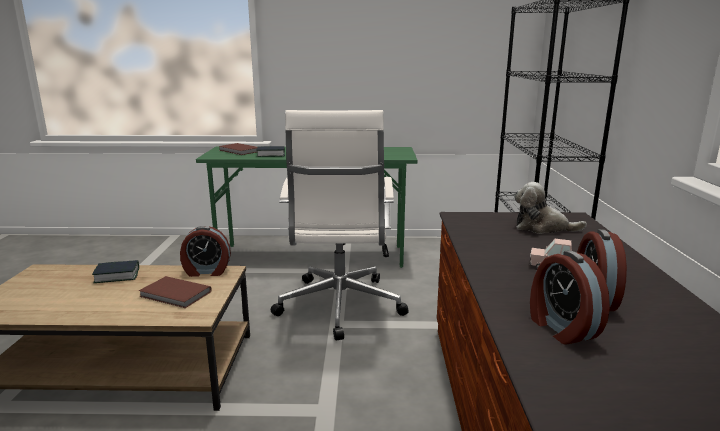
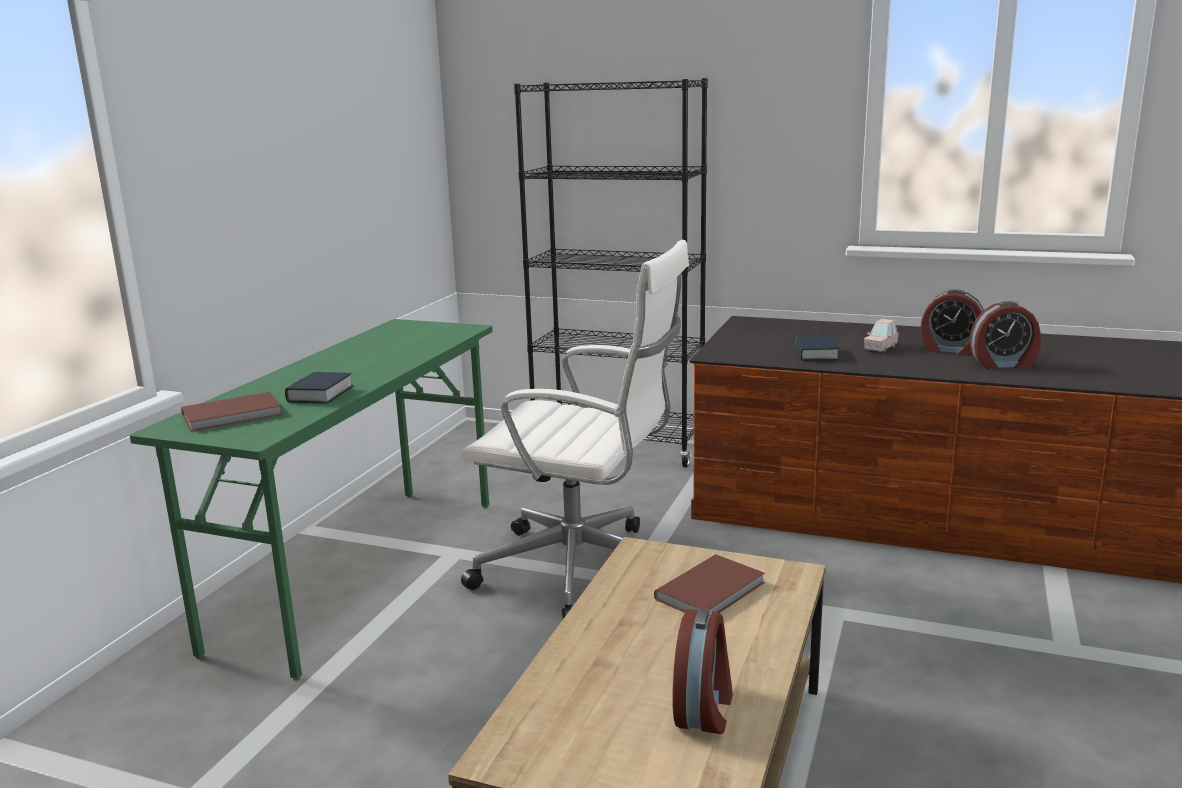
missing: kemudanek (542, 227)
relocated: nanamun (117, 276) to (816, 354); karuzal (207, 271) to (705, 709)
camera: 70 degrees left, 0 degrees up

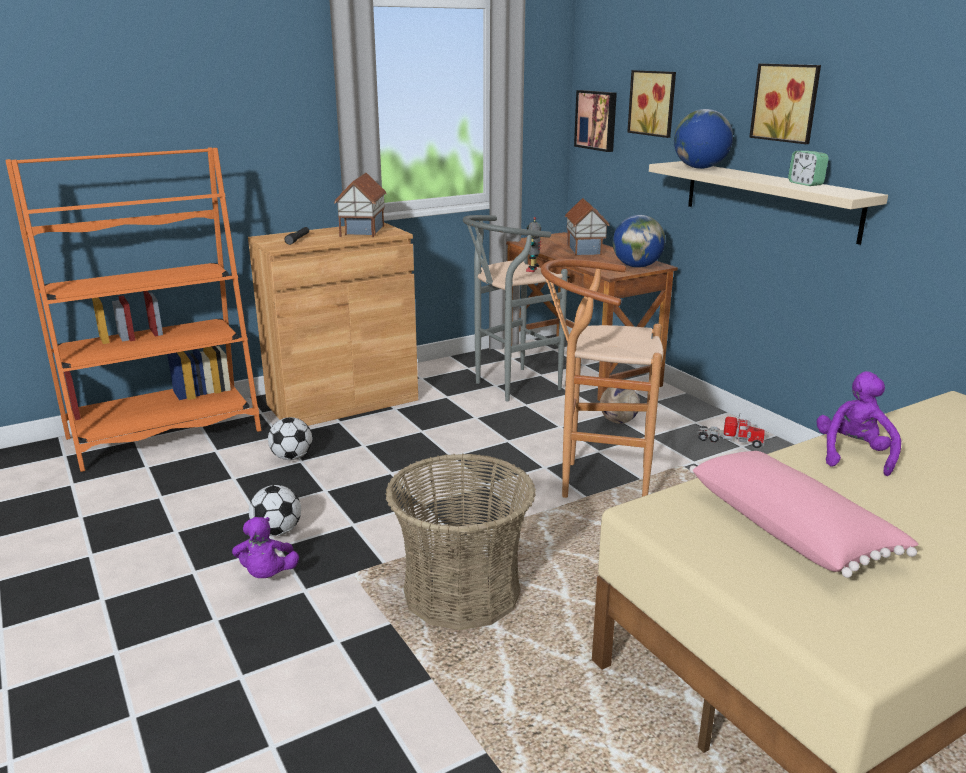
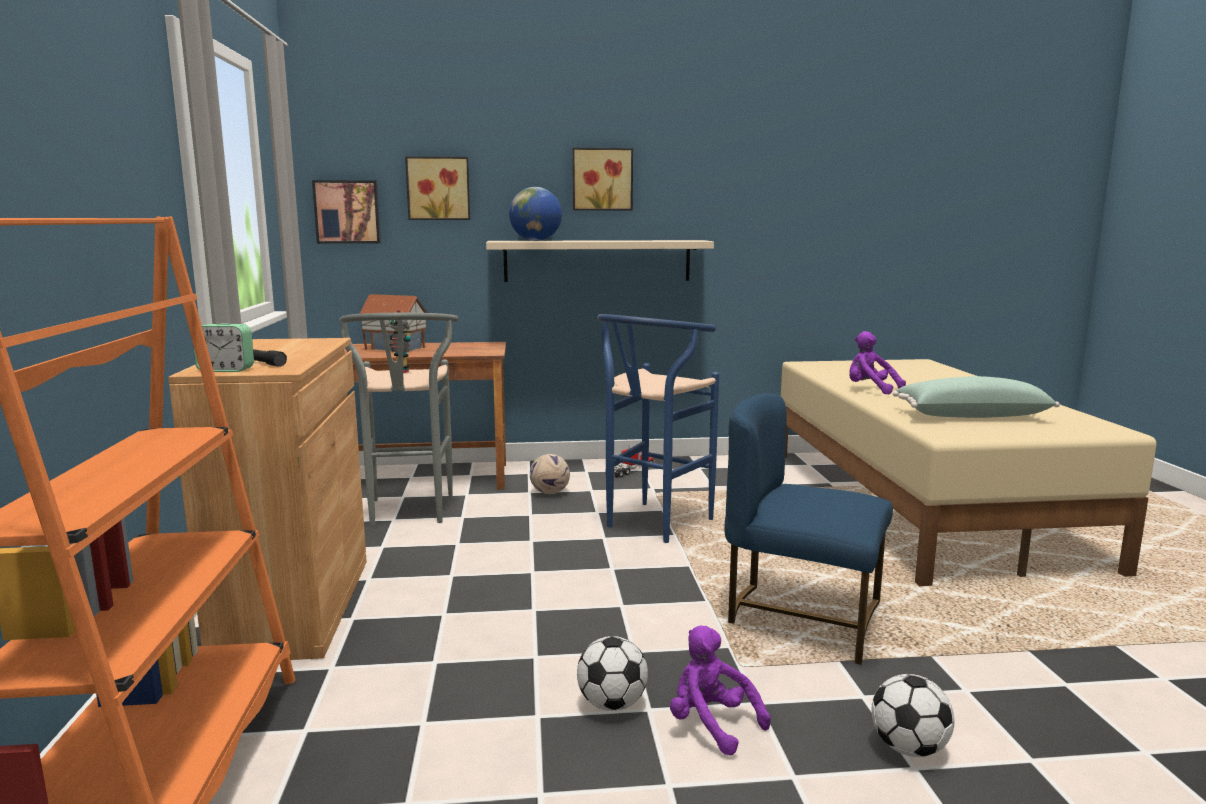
missing: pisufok (361, 231); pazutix (636, 266)
relocated: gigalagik (292, 457) to (908, 748); karuzal (805, 184) to (226, 370)
exchanged: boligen (462, 592) to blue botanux (802, 617)
colour: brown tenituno (595, 482) to blue tenituno (652, 526); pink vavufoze (791, 529) to green vavufoze (970, 415)
spun: purple kemudanek (267, 575) = (711, 724) 150 degrees counterclockwise
camera: 65 degrees left, 10 degrees down

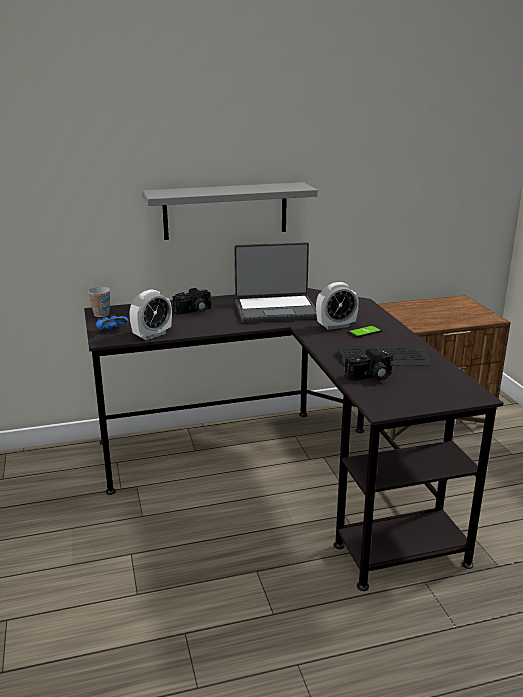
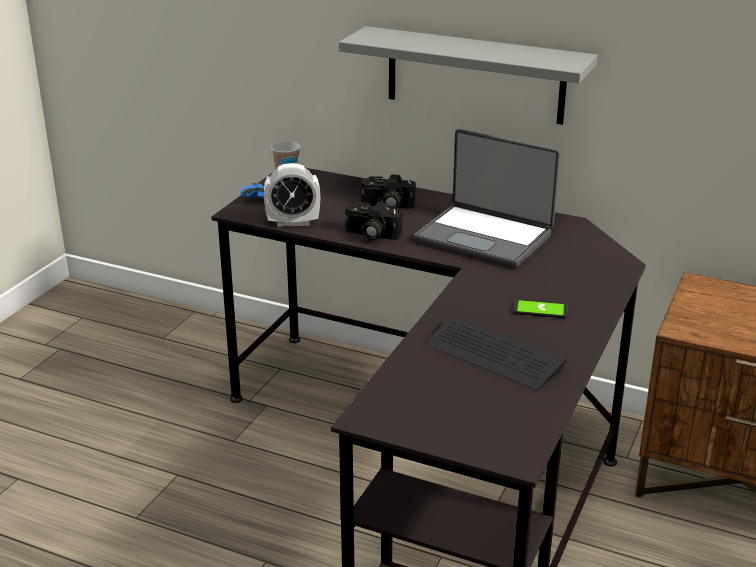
missing: karuzal (336, 326)
relocated: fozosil (370, 377) to (370, 235)
camera: 40 degrees right, 5 degrees up

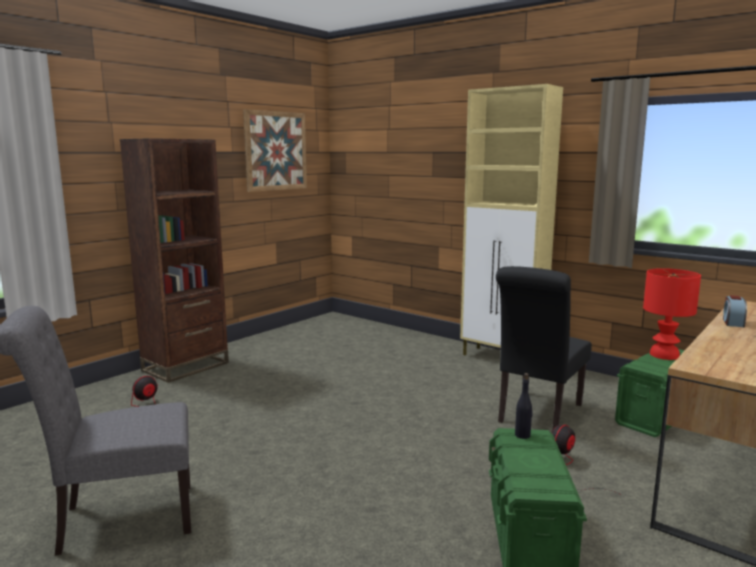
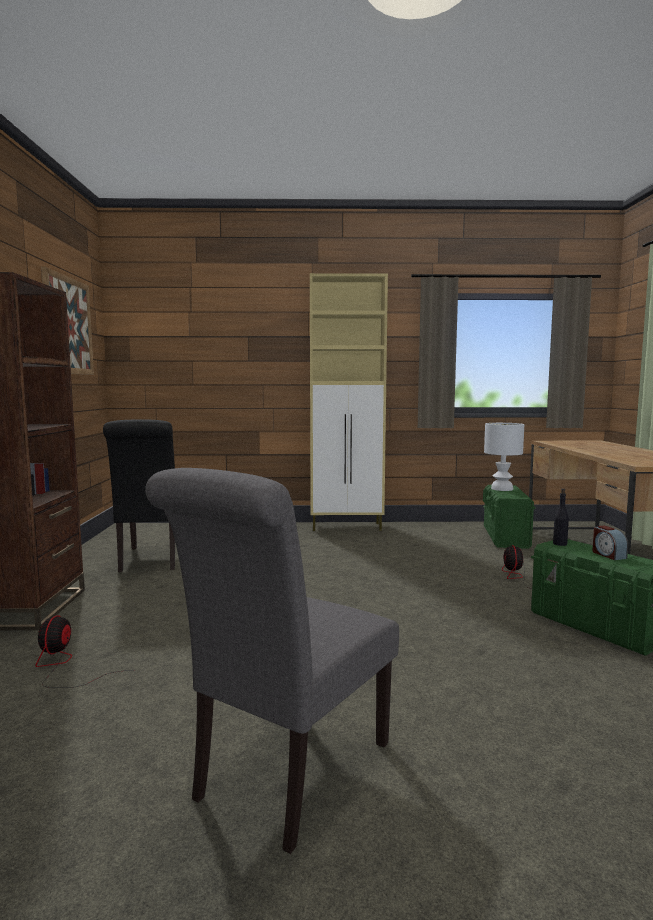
relocated: black botanux (537, 415) to (152, 560); karuzal (732, 322) to (608, 555)
colour: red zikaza (663, 355) to white zikaza (501, 489)
camera: 40 degrees left, 5 degrees down

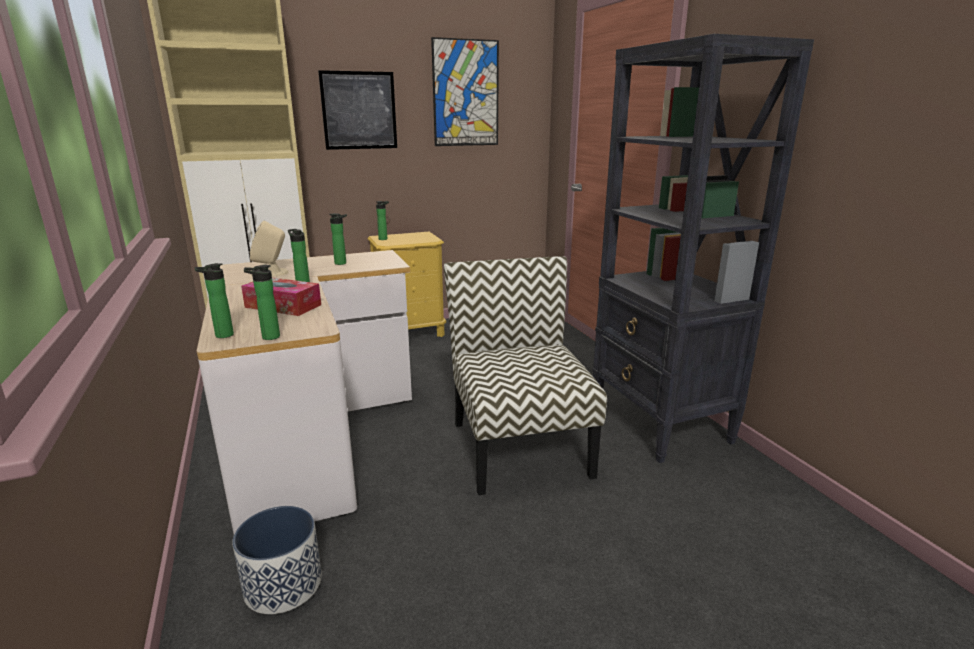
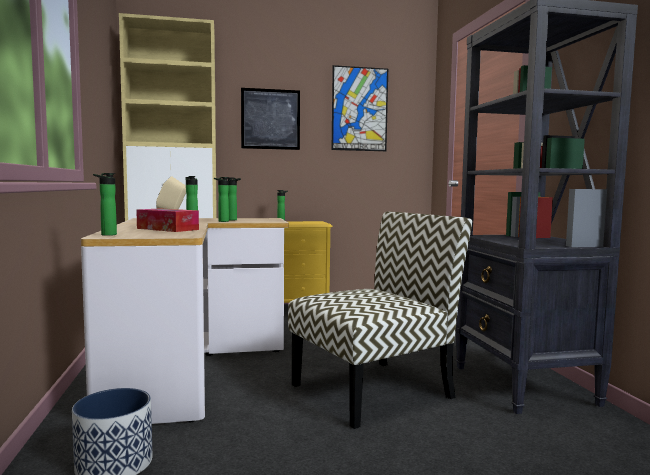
relocated: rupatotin (268, 337) to (221, 221)
spun: botanux (518, 447) = (373, 390) 60 degrees clockwise
camera: 10 degrees right, 15 degrees down

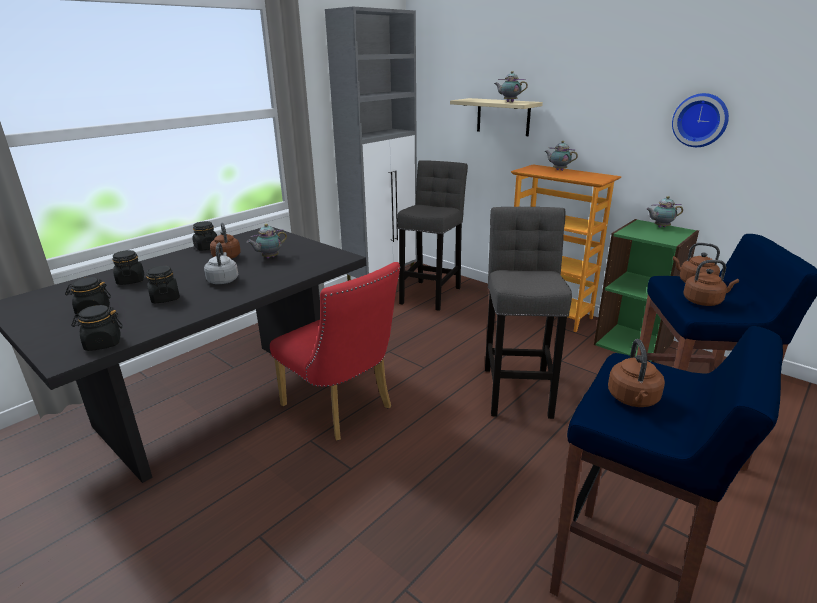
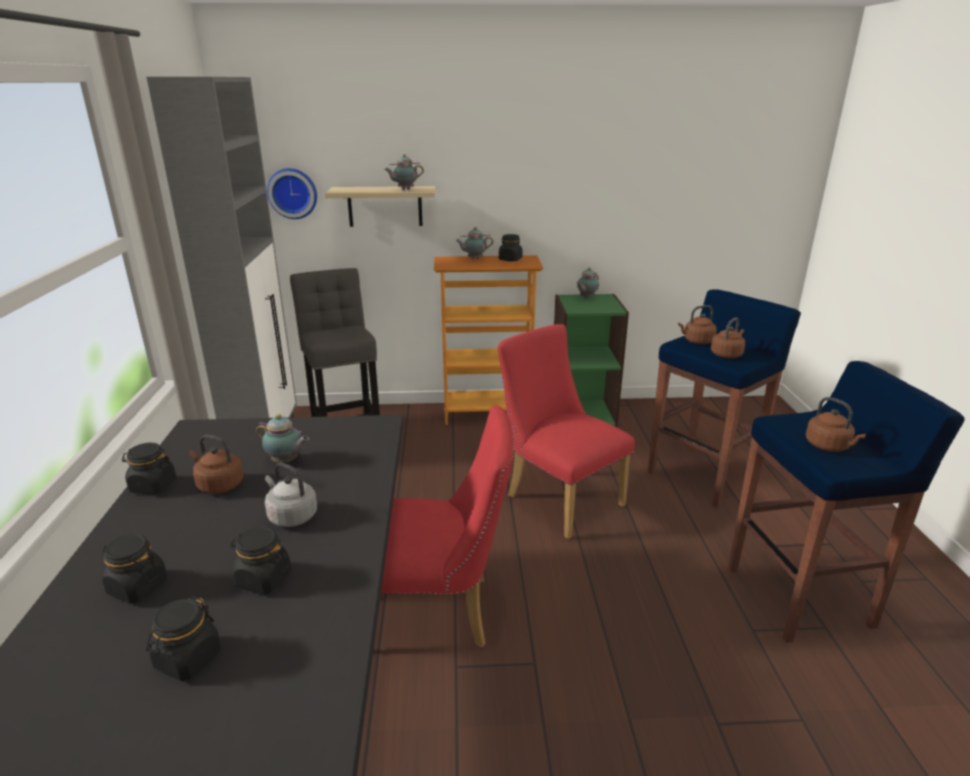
relocated: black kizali (103, 343) to (510, 259); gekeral (700, 120) to (293, 193)
exchanged: grey tenituno (518, 388) to red botanux (558, 497)
spun: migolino (269, 257) = (286, 461) 75 degrees counterclockwise
camera: 45 degrees left, 0 degrees up

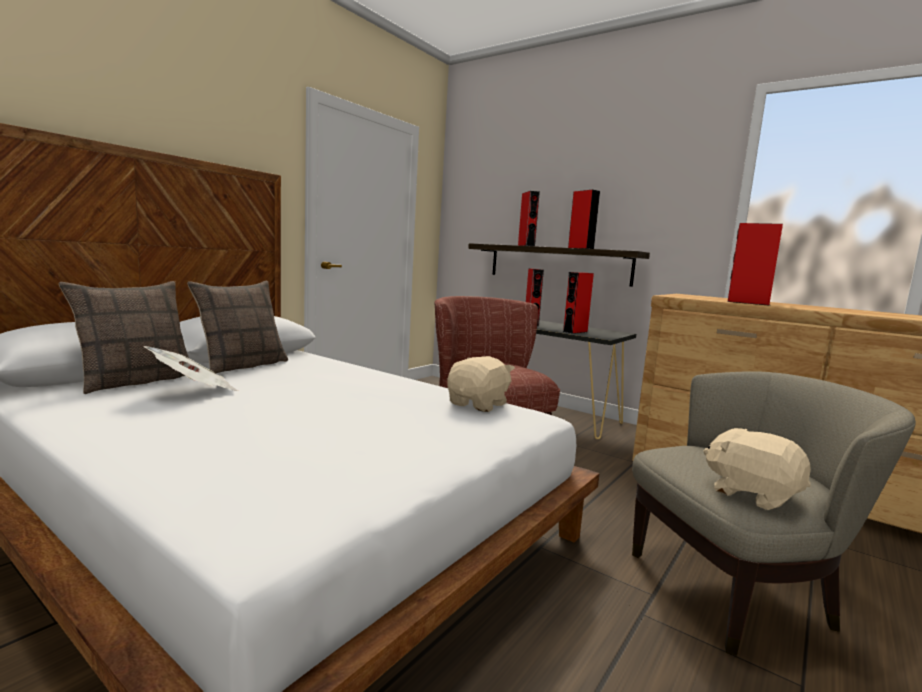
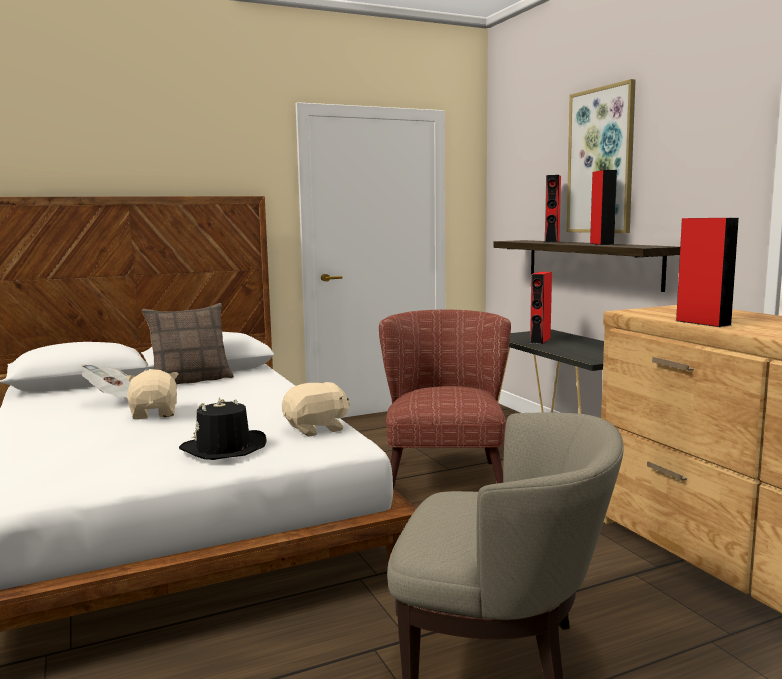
missing: vavufoze (136, 381); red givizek (575, 332)
appeared: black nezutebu (223, 448); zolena (601, 161)
relocated: beige kemudanek (751, 494) to (155, 414)
camera: 30 degrees right, 0 degrees up

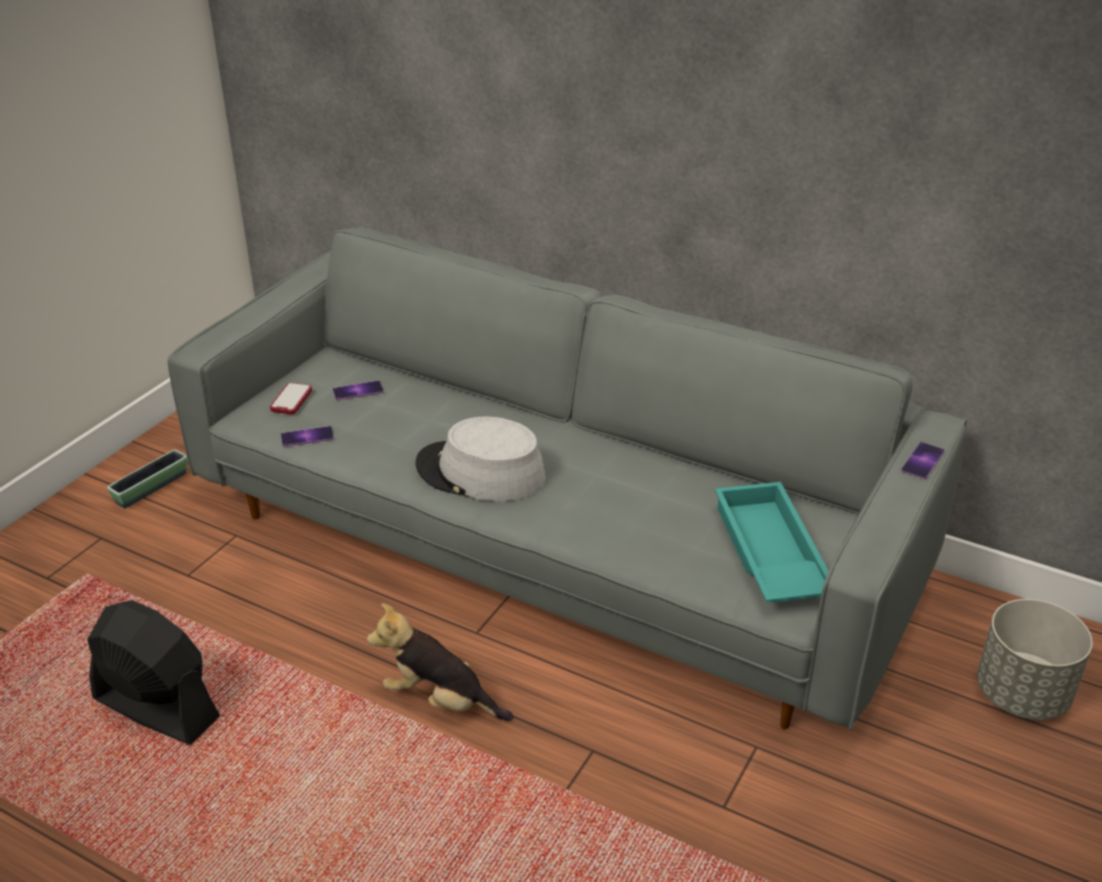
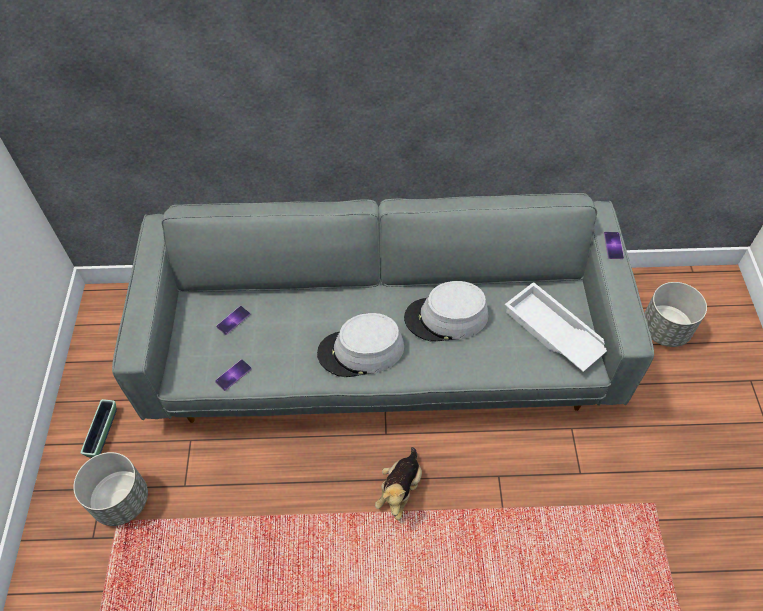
missing: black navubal (156, 708); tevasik (291, 400)
appeared: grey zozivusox (121, 500); grey nezutebu (446, 317)
colour: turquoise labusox (768, 554) to white labusox (552, 332)
spun: kemudanek (440, 700) = (400, 490) 60 degrees counterclockwise
camera: 30 degrees left, 20 degrees up

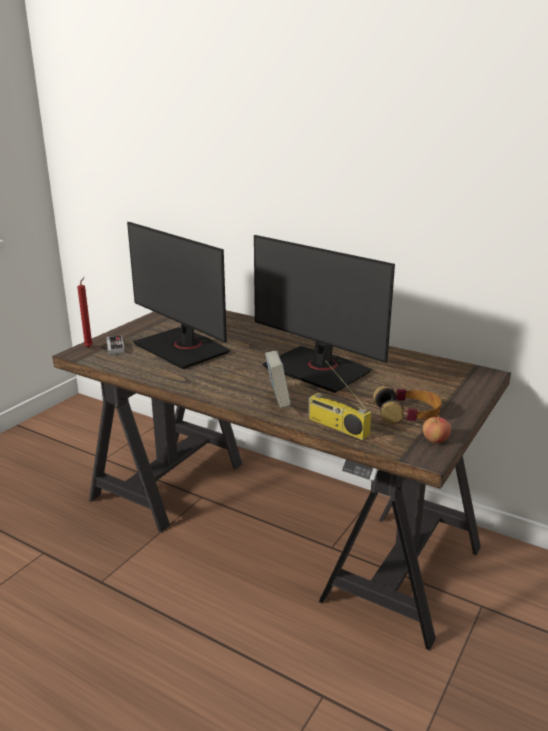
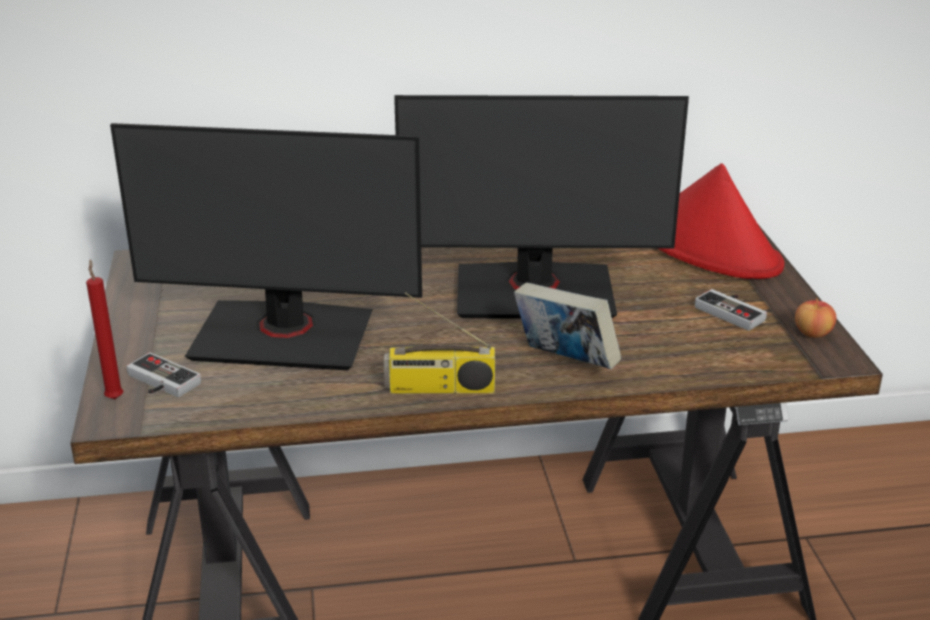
appeared: red nezutebu (709, 248)
relocated: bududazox (336, 427) to (439, 388)
exchanged: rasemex (407, 413) to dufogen (733, 311)
camera: 40 degrees left, 5 degrees up

